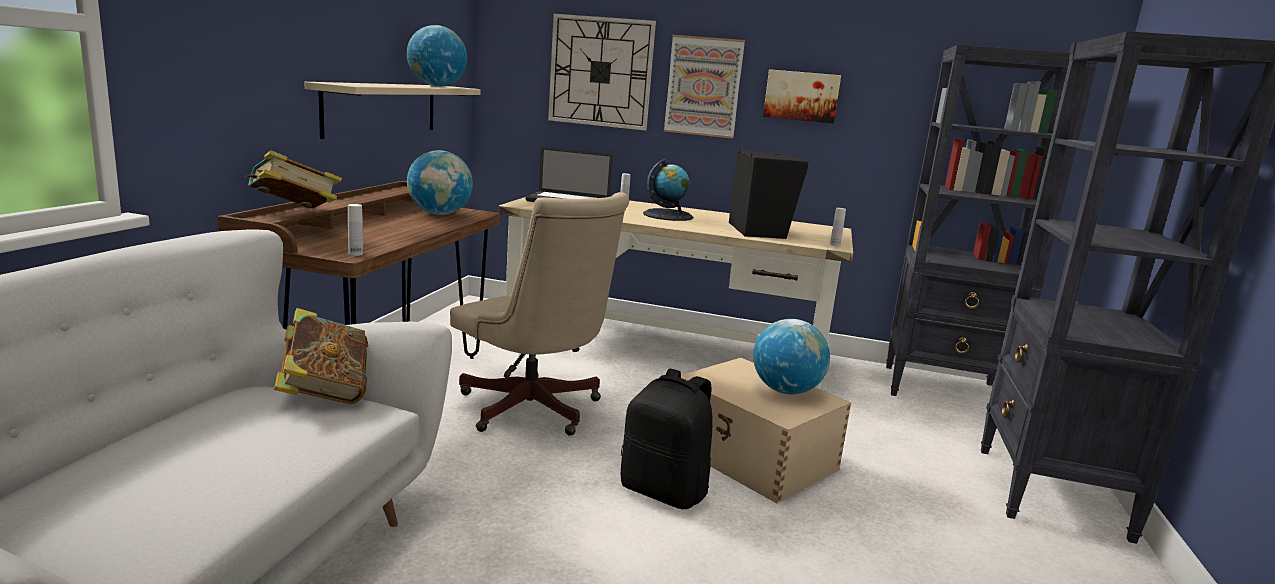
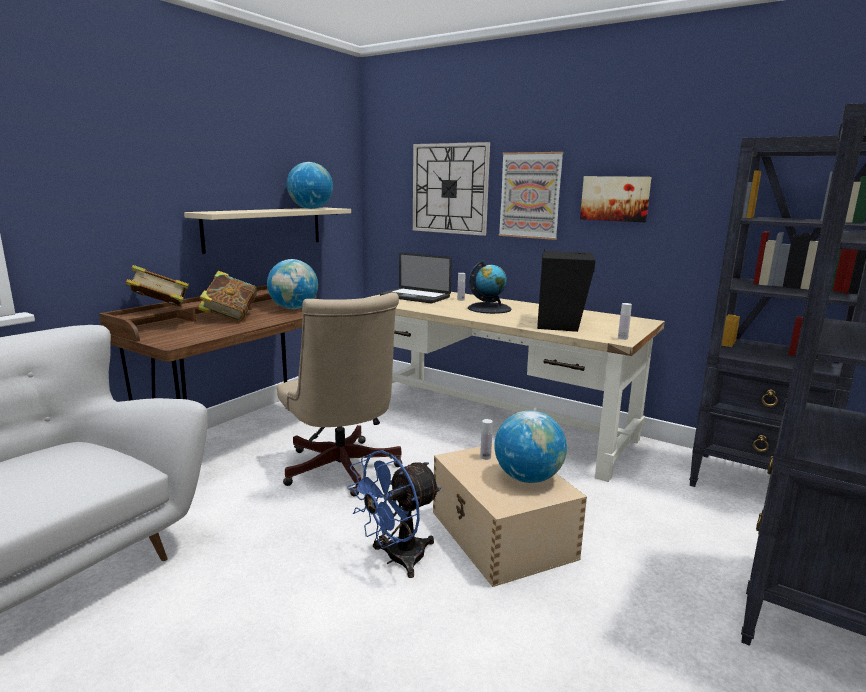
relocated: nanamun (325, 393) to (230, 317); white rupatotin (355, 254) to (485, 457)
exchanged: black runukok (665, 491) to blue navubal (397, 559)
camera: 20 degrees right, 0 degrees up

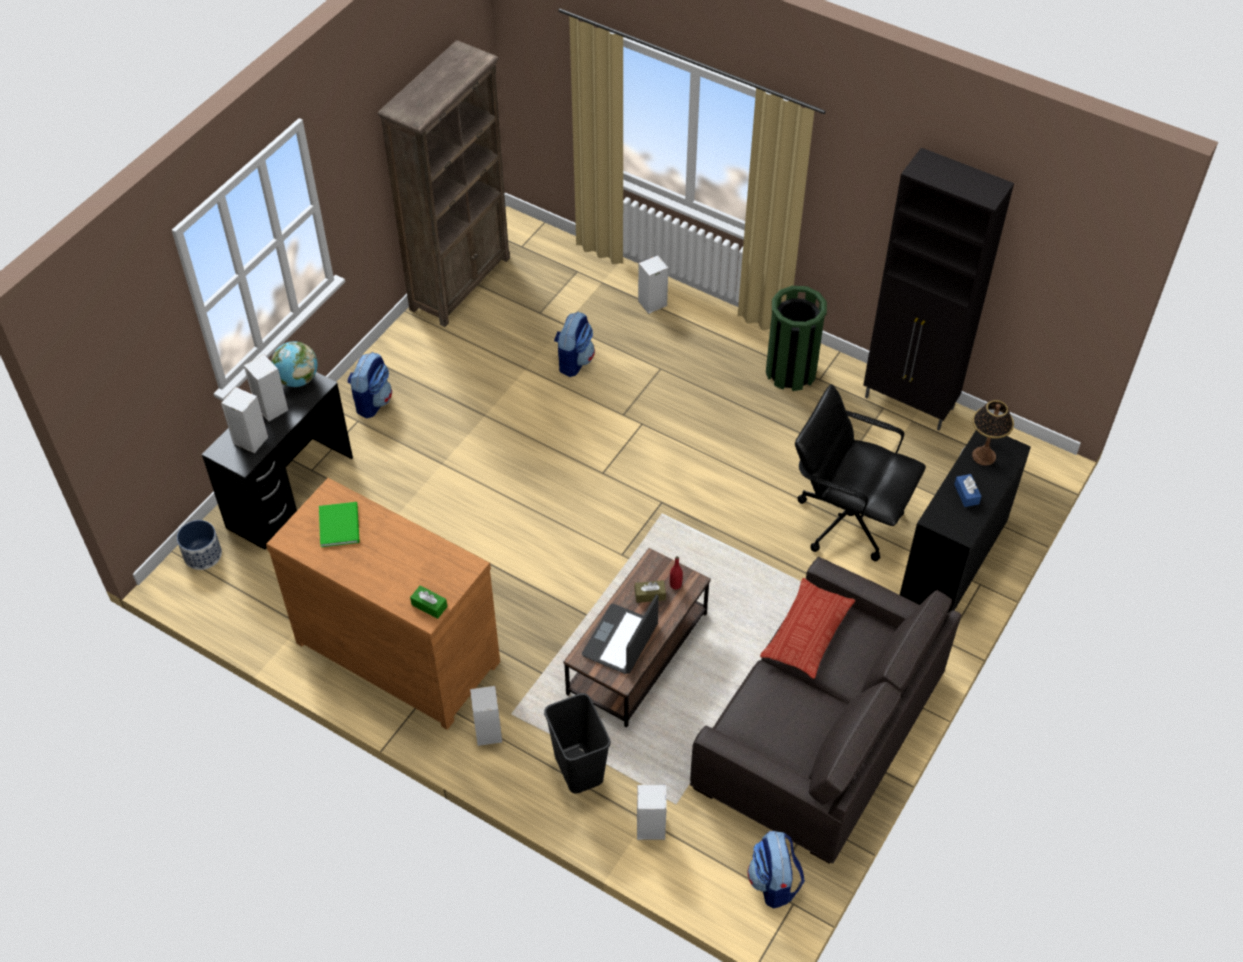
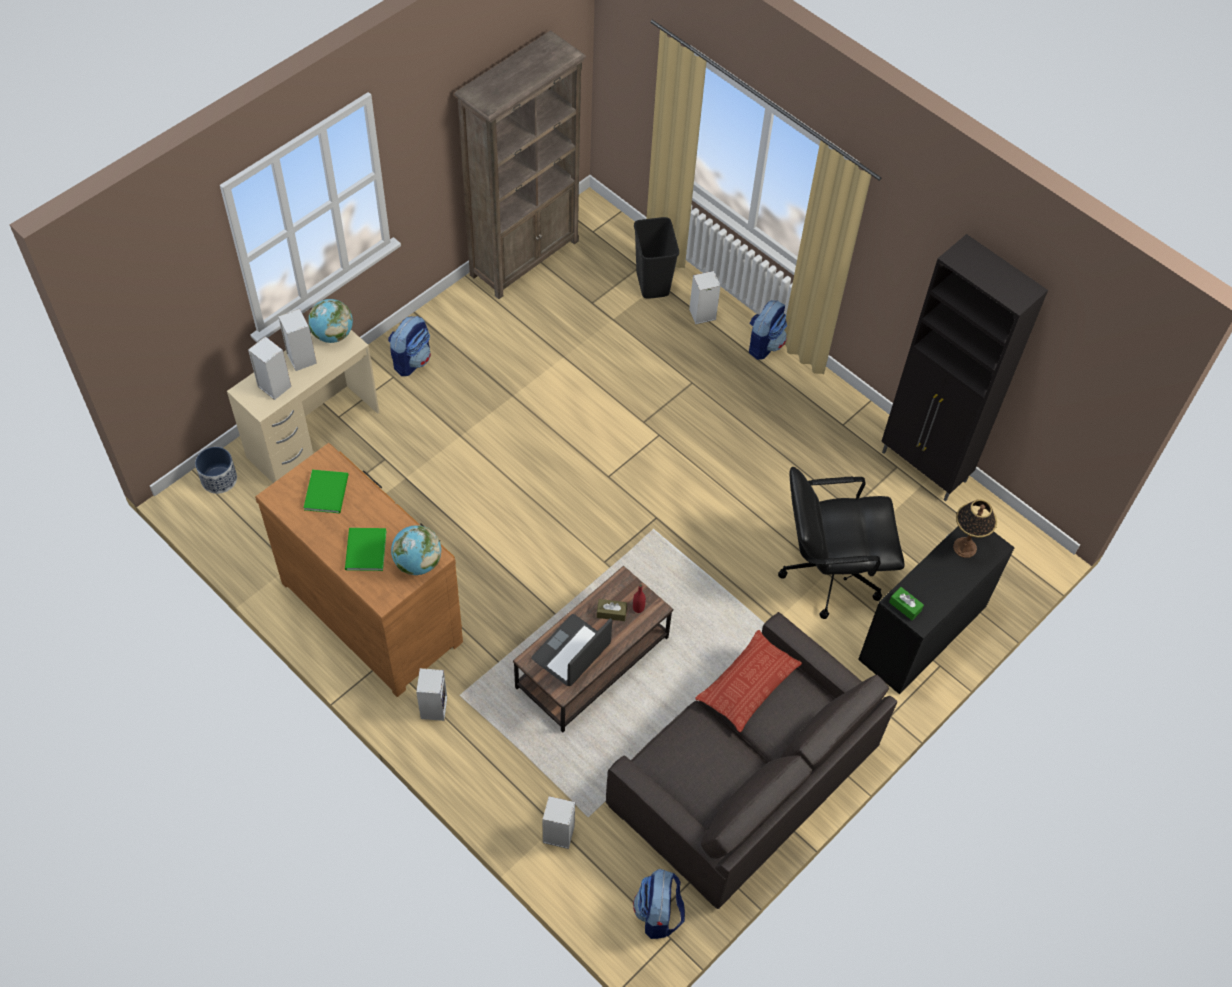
missing: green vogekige (791, 372); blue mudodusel (966, 494)
appeared: green nanamun (364, 551); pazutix (417, 563)
relocated: green mudodusel (429, 605) to (905, 606); black vogekige (580, 769) to (653, 283); runukok (574, 361) to (764, 344)
colour: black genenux (290, 492) to beige genenux (313, 434)
spun: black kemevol (847, 519) = (829, 572) 45 degrees counterclockwise
camera: 10 degrees right, 5 degrees up

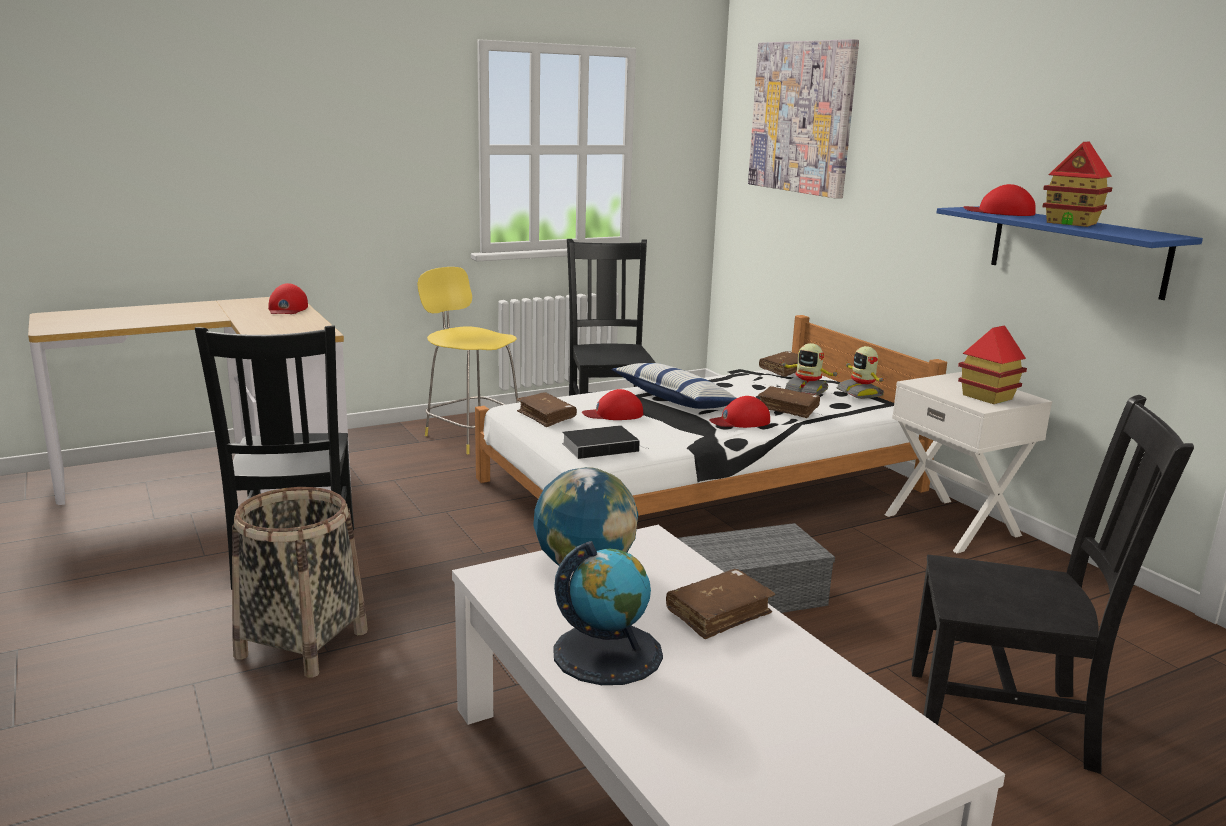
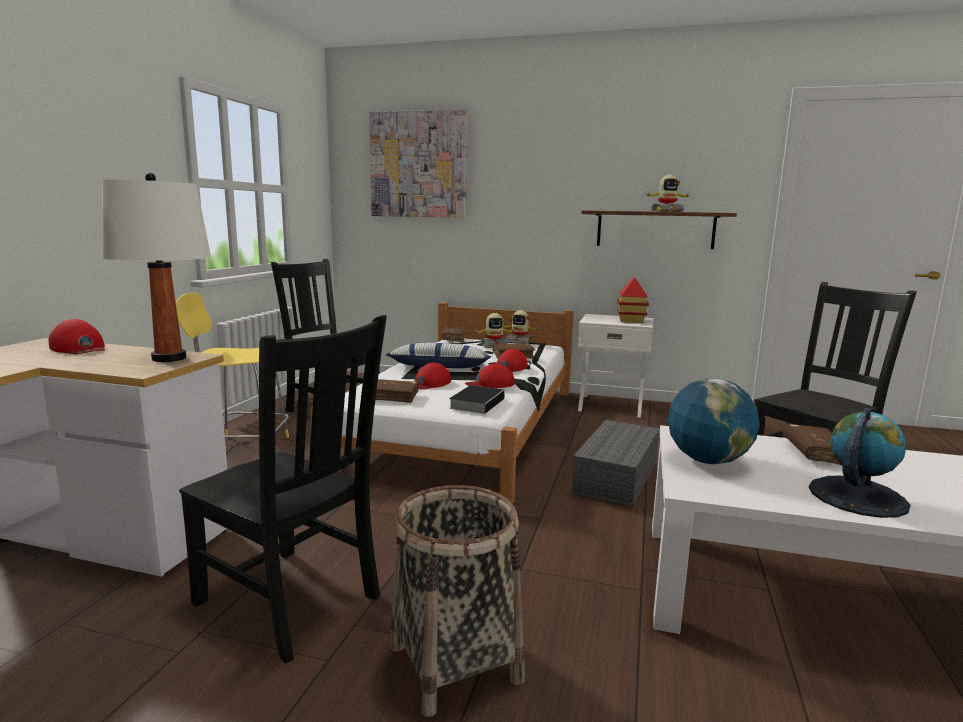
appeared: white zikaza (169, 358)
relocated: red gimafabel (1000, 212) to (490, 384)
exchanged: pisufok (1071, 223) to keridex (666, 211)
colour: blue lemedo (1076, 250) to brown lemedo (655, 229)
camera: 45 degrees left, 5 degrees down

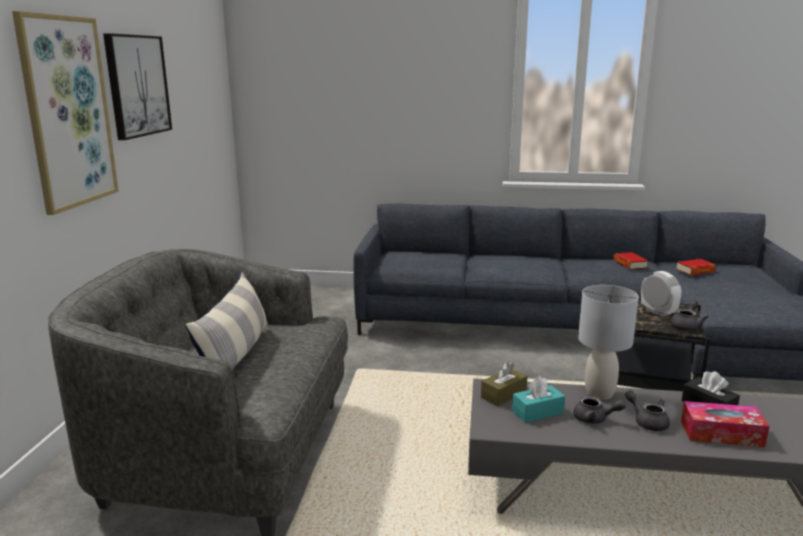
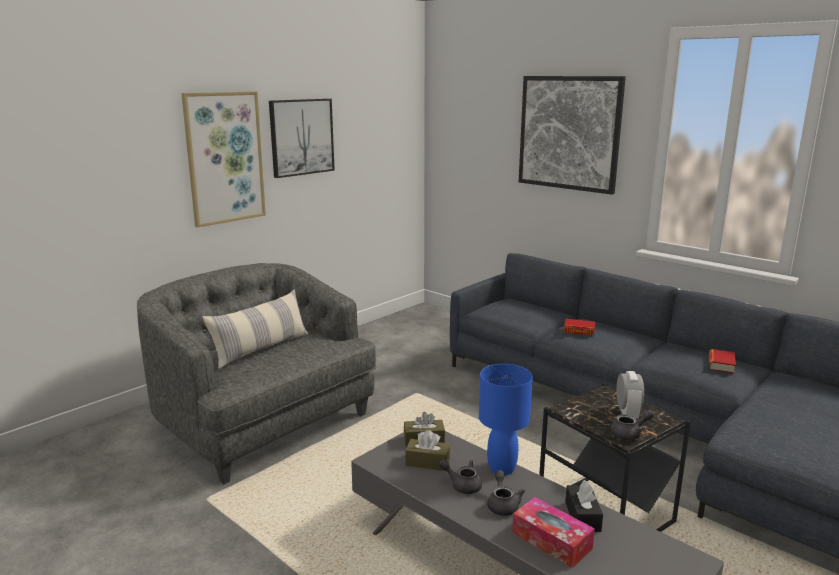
appeared: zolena (569, 133)
relocated: nanamun (695, 271) to (579, 331)
colour: turquoise mudodusel (537, 412) to brown mudodusel (427, 462); grey zikaza (600, 394) to blue zikaza (501, 468)
spun: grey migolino (595, 419) = (462, 485) 150 degrees clockwise
camera: 35 degrees right, 0 degrees up

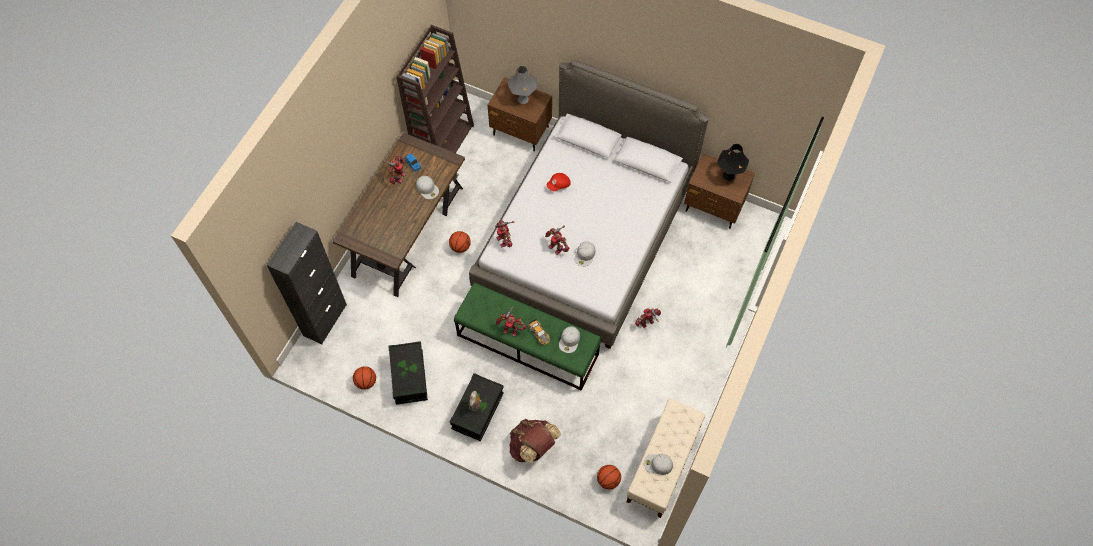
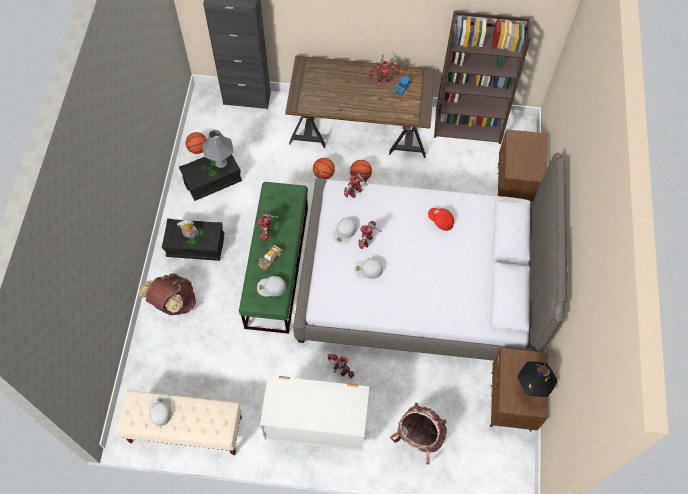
appeared: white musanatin (316, 426); runukok (418, 437)
relocated: white gimafabel (427, 188) to (344, 232); grey zikaza (523, 99) to (221, 162); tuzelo (608, 480) to (324, 174)
camera: 70 degrees right, 0 degrees up

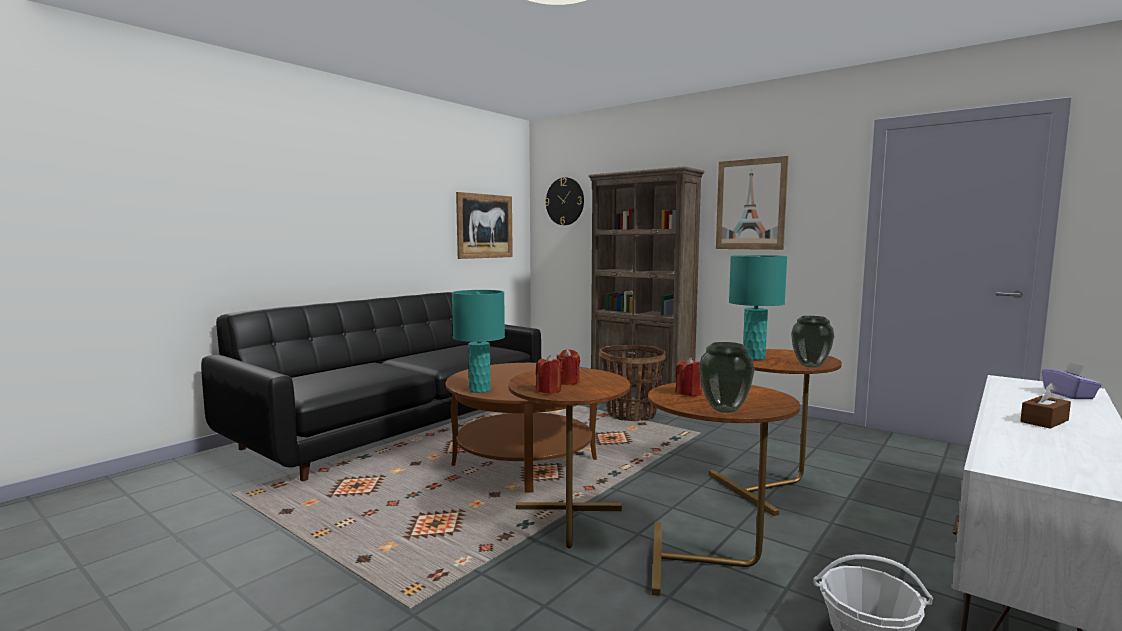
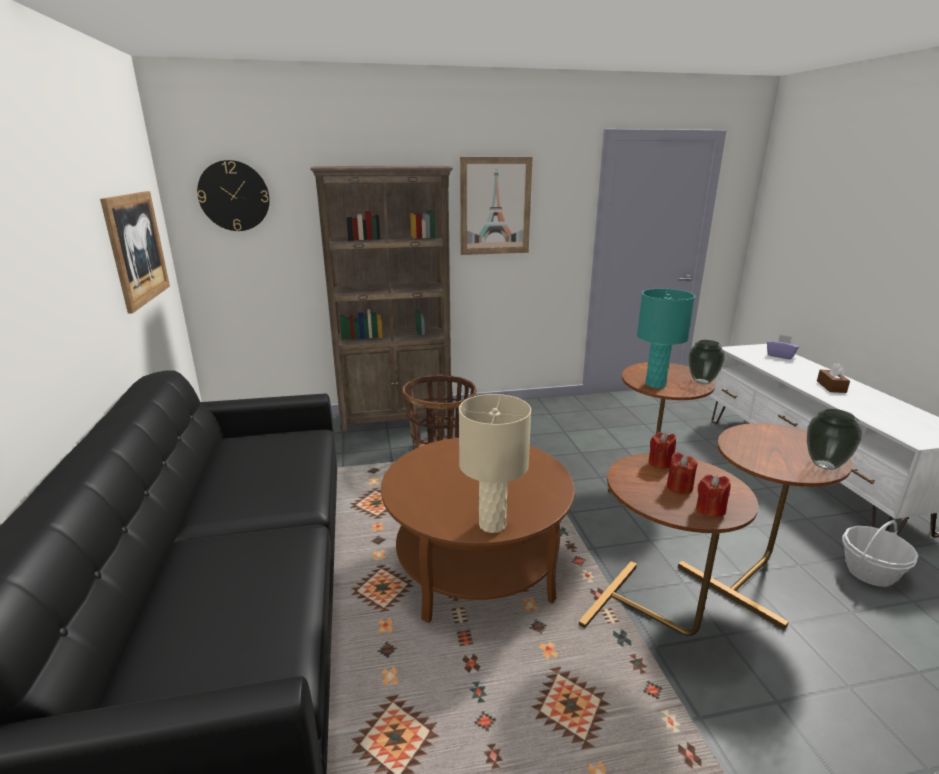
relocated: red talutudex (689, 393) to (660, 463)
colour: turquoise zikaza (479, 390) to beige zikaza (492, 525)
camera: 50 degrees left, 15 degrees up

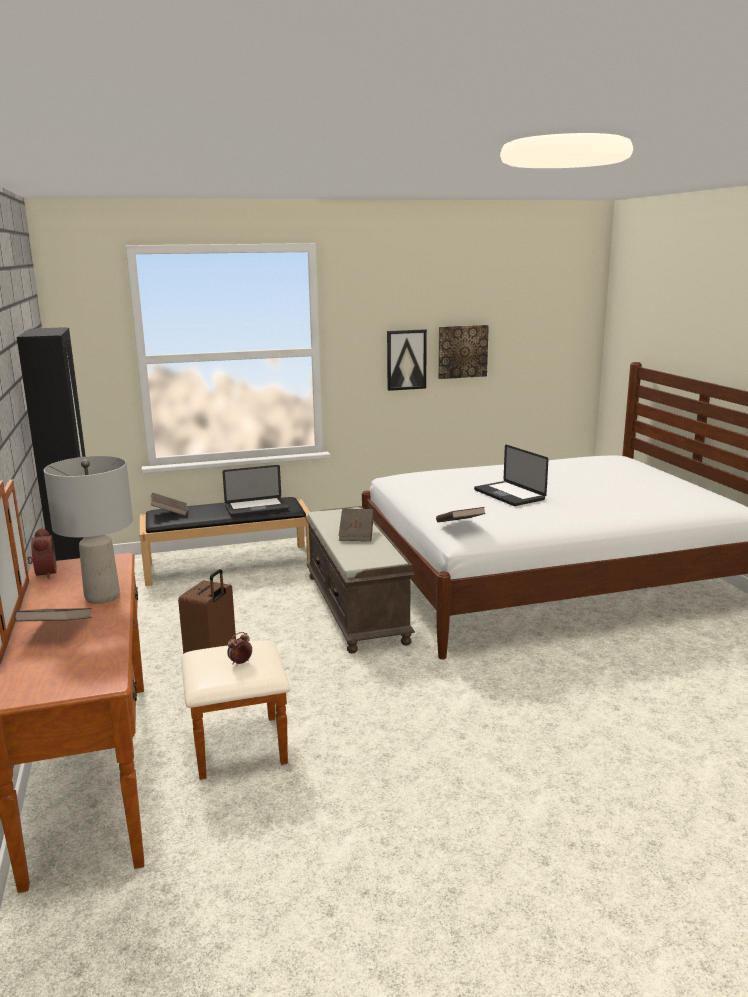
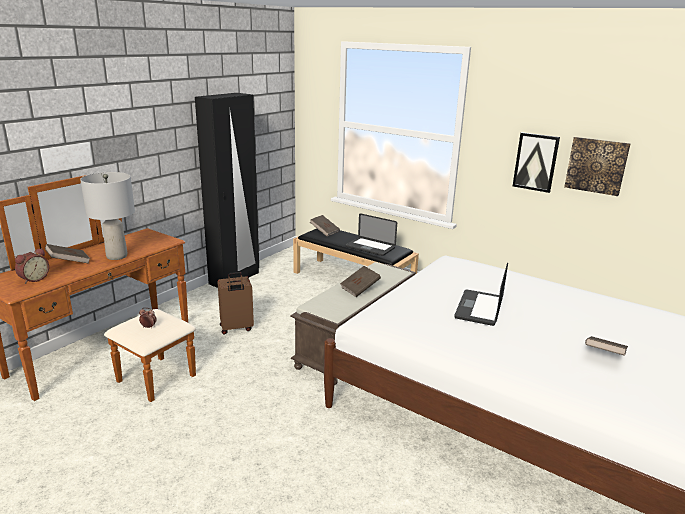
relocated: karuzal (43, 573) to (33, 279); brown nanamun (460, 526) to (604, 355)
camera: 50 degrees right, 5 degrees up

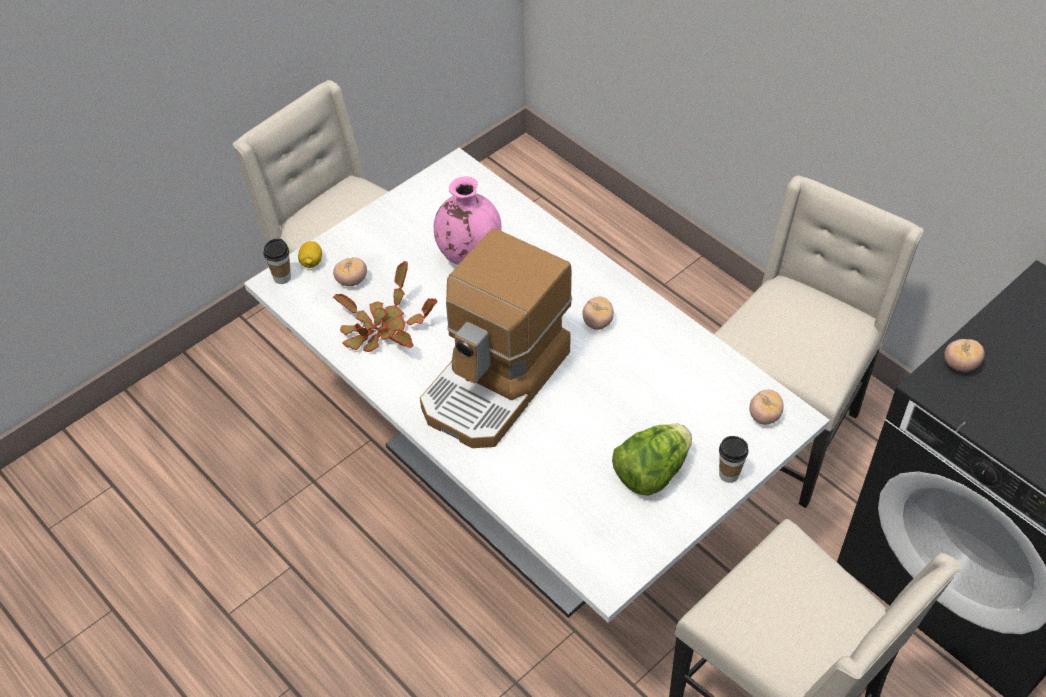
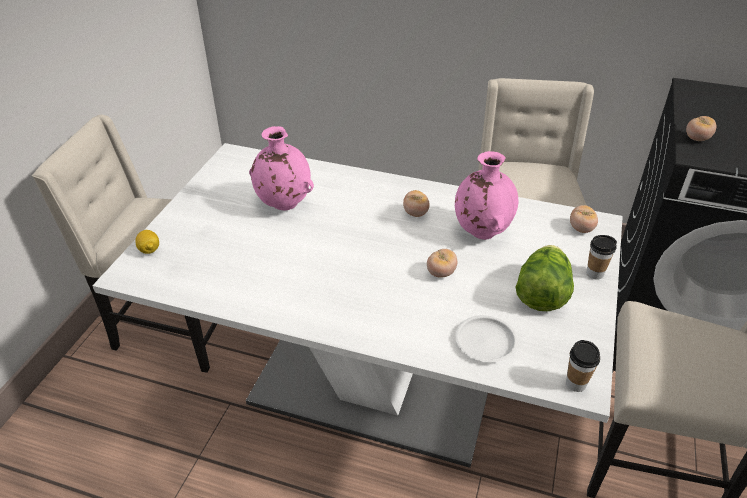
missing: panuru (381, 330); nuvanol (497, 383)
appeared: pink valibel (481, 231); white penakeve (485, 341)
relocated: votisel (282, 277) to (576, 383); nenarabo (351, 281) to (441, 273)
camera: 30 degrees left, 10 degrees down

